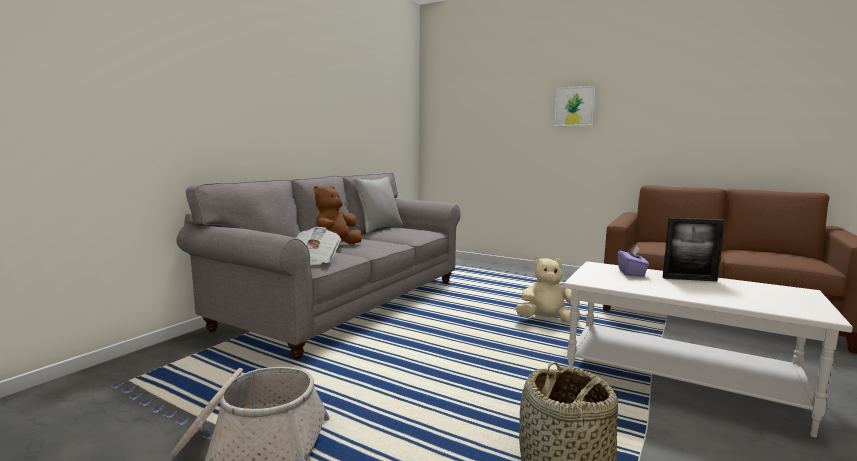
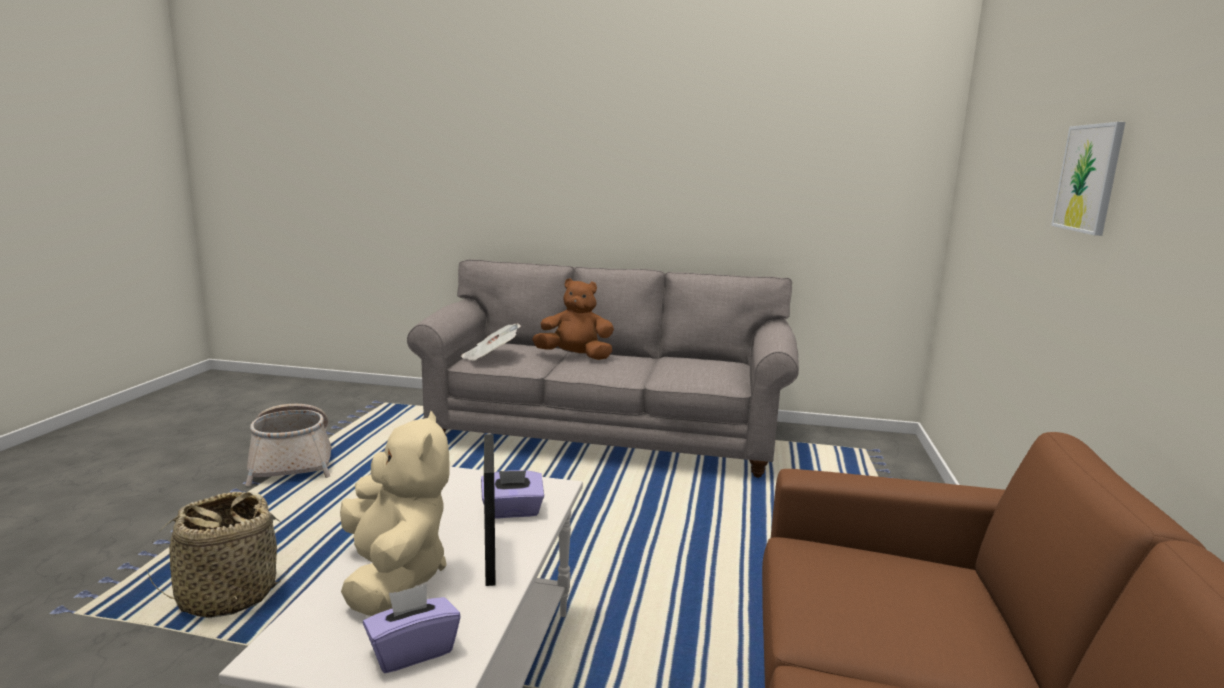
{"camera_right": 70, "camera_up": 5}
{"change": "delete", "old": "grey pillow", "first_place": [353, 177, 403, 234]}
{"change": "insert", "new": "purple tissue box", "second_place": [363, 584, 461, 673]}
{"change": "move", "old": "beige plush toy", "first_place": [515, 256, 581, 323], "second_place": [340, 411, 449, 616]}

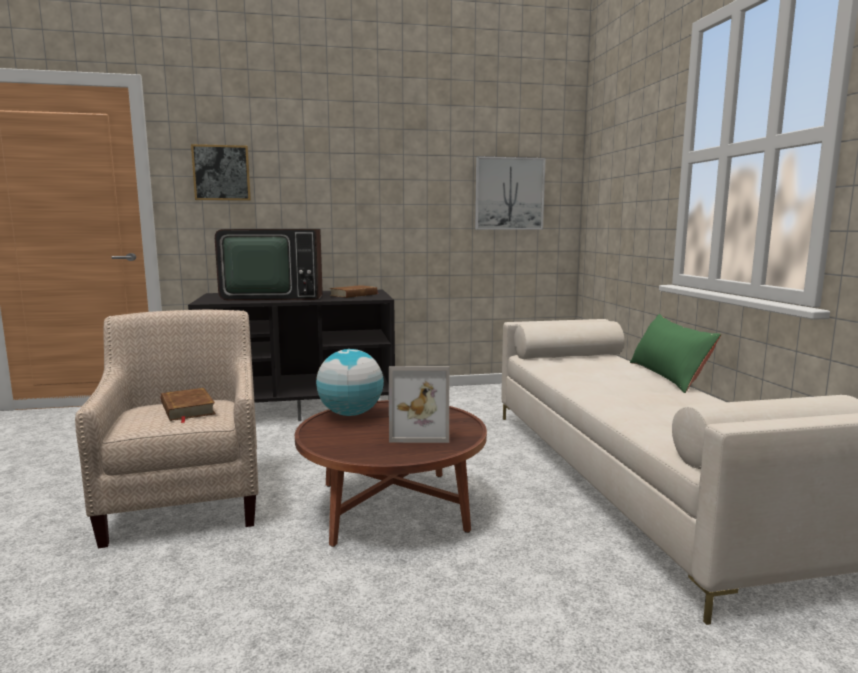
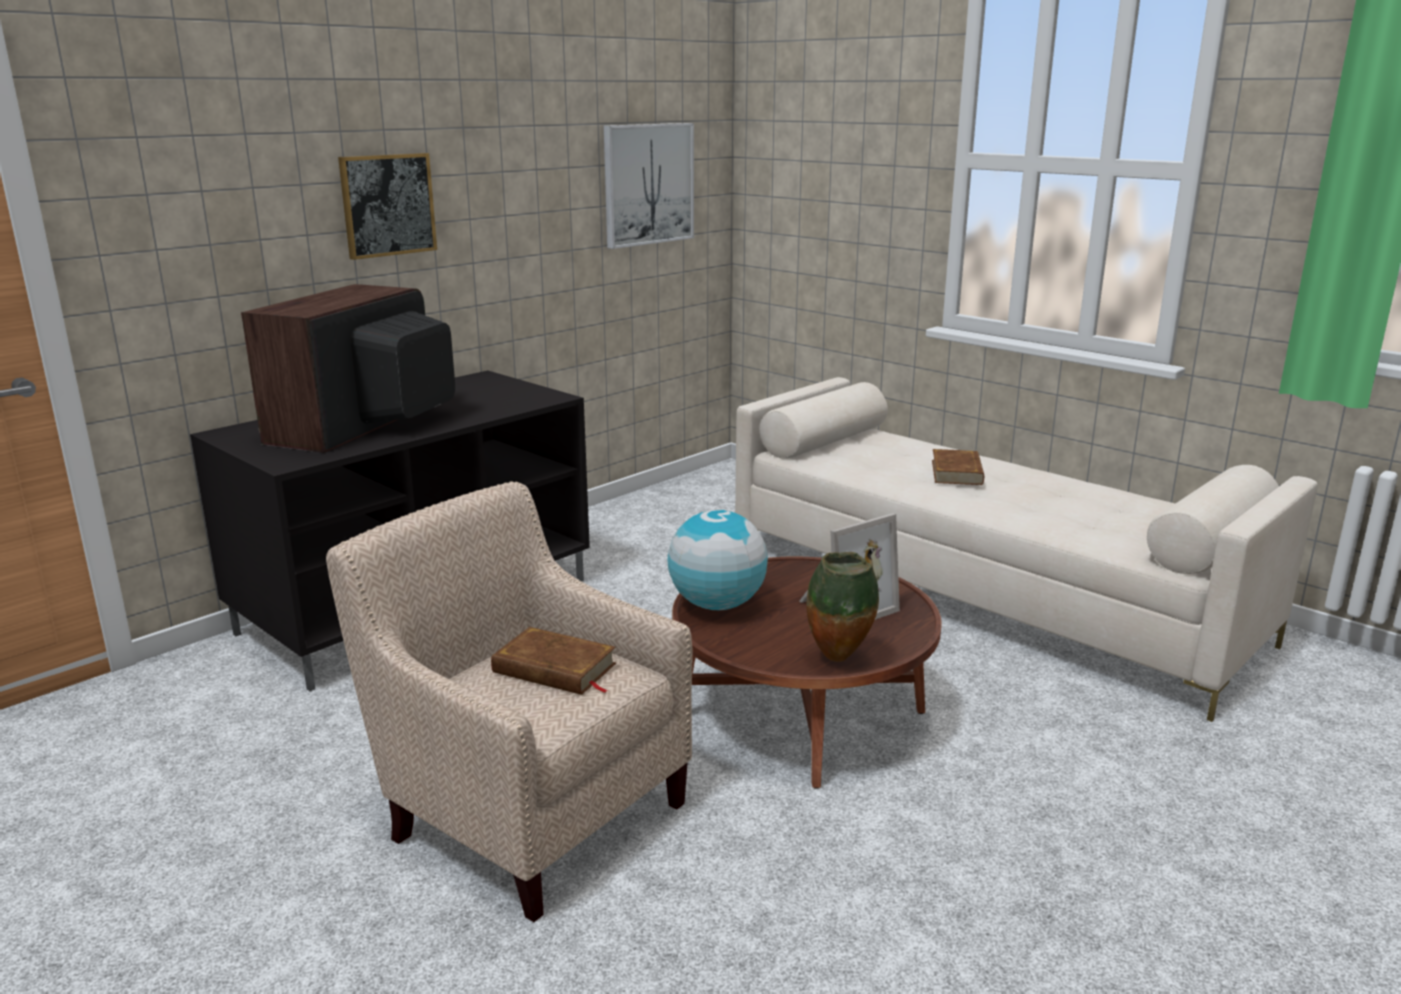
{"camera_right": -35, "camera_up": 10}
{"change": "delete", "old": "green pillow", "first_place": [630, 314, 721, 393]}
{"change": "insert", "new": "vase", "second_place": [807, 552, 879, 662]}
{"change": "move", "old": "picture", "first_place": [191, 144, 251, 201], "second_place": [338, 153, 437, 260]}
{"change": "move", "old": "brown book", "first_place": [329, 285, 379, 298], "second_place": [932, 449, 984, 485]}
{"change": "rotate", "old": "television", "first_place": [215, 229, 323, 300], "second_place": [241, 284, 455, 453], "degrees": 150}

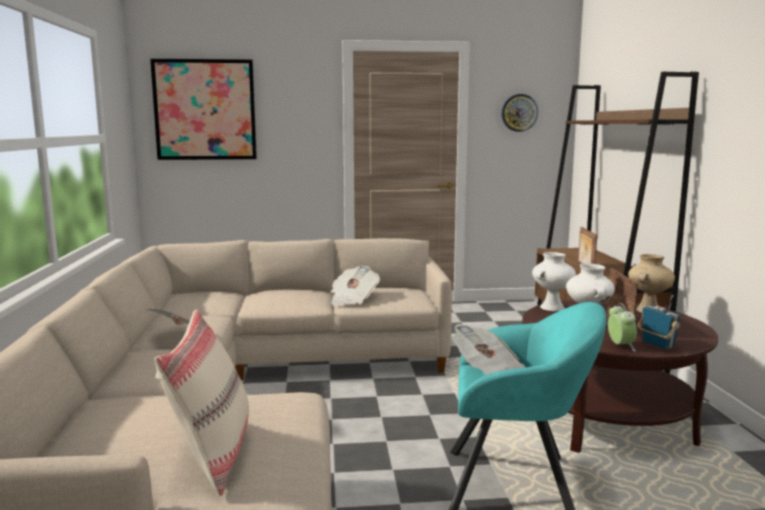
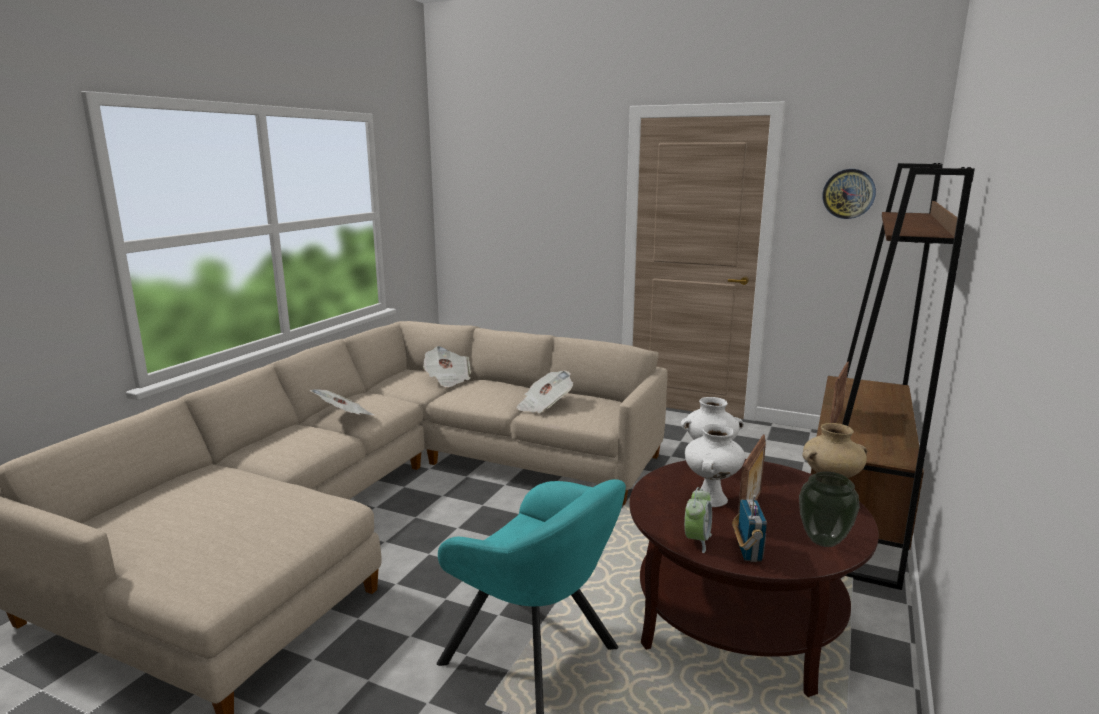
{"camera_right": 30, "camera_up": 5}
{"change": "delete", "old": "picture", "first_place": [150, 59, 257, 160]}
{"change": "delete", "old": "beige pillow", "first_place": [154, 309, 249, 496]}
{"change": "insert", "new": "vase", "second_place": [799, 471, 860, 547]}
{"change": "move", "old": "newspaper", "first_place": [453, 324, 525, 375], "second_place": [423, 346, 471, 387]}

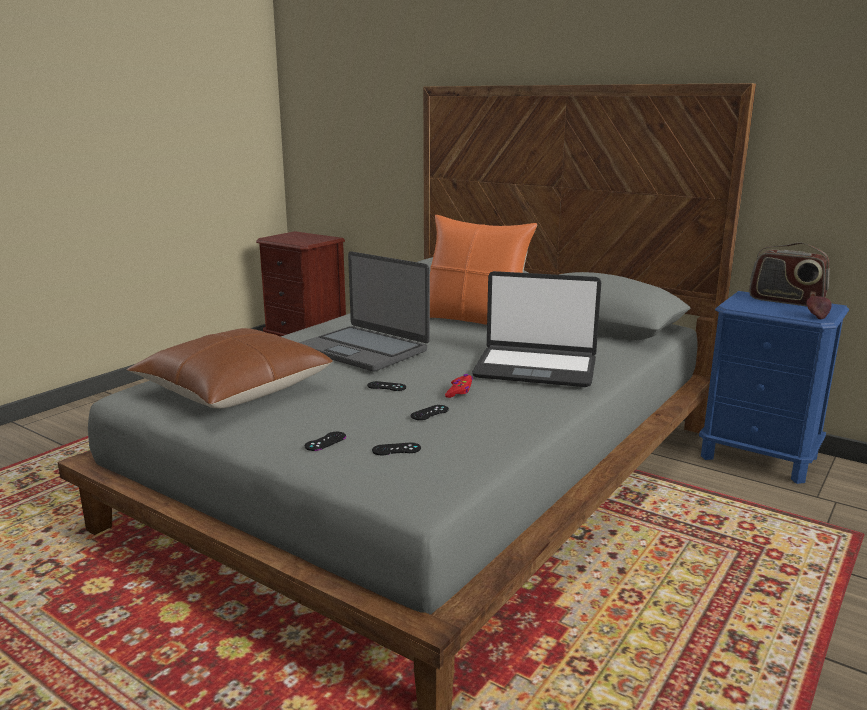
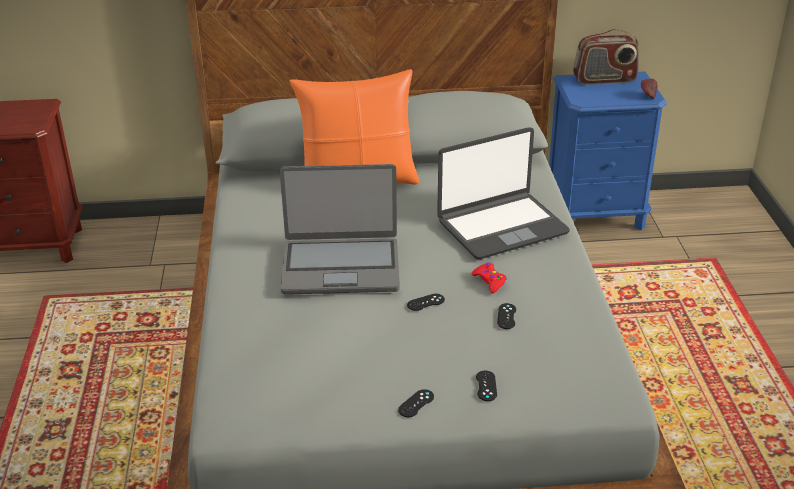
{"camera_right": -40, "camera_up": 15}
{"change": "delete", "old": "brown pillow", "first_place": [126, 328, 333, 408]}
{"change": "move", "old": "black game controller", "first_place": [372, 443, 421, 455], "second_place": [398, 389, 434, 417]}

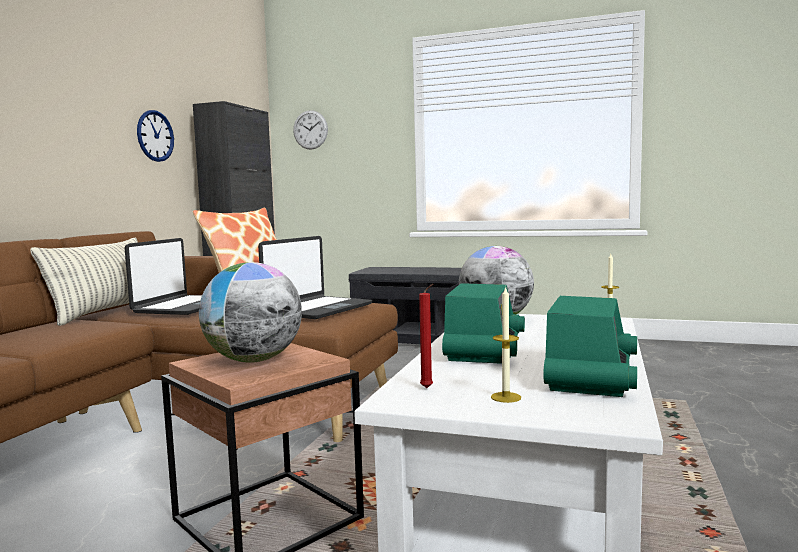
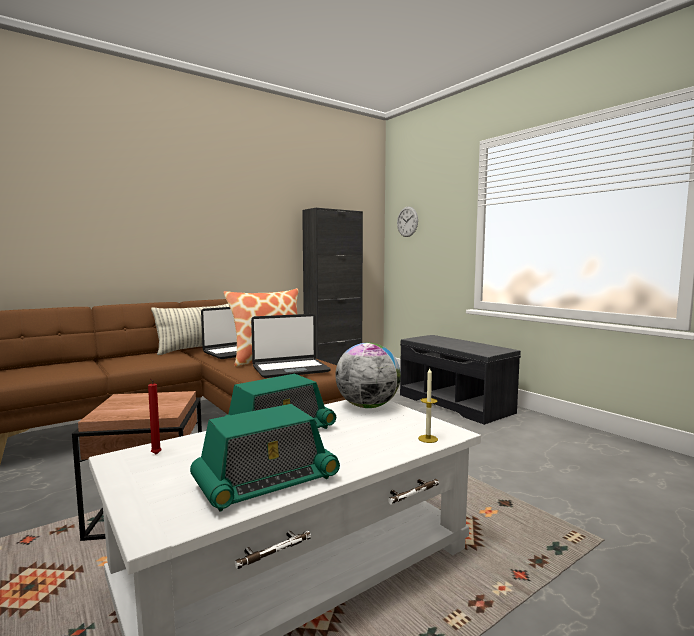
{"camera_right": 35, "camera_up": 0}
{"change": "delete", "old": "wall clock", "first_place": [137, 110, 174, 162]}
{"change": "delete", "old": "globe", "first_place": [199, 262, 302, 363]}
{"change": "delete", "old": "candle", "first_place": [491, 286, 521, 403]}

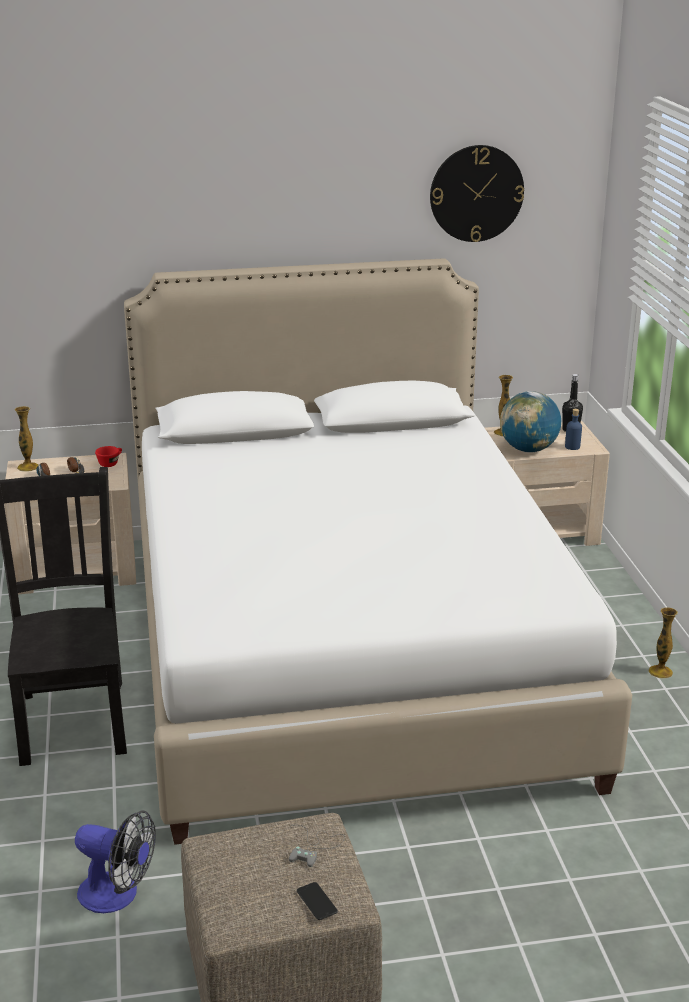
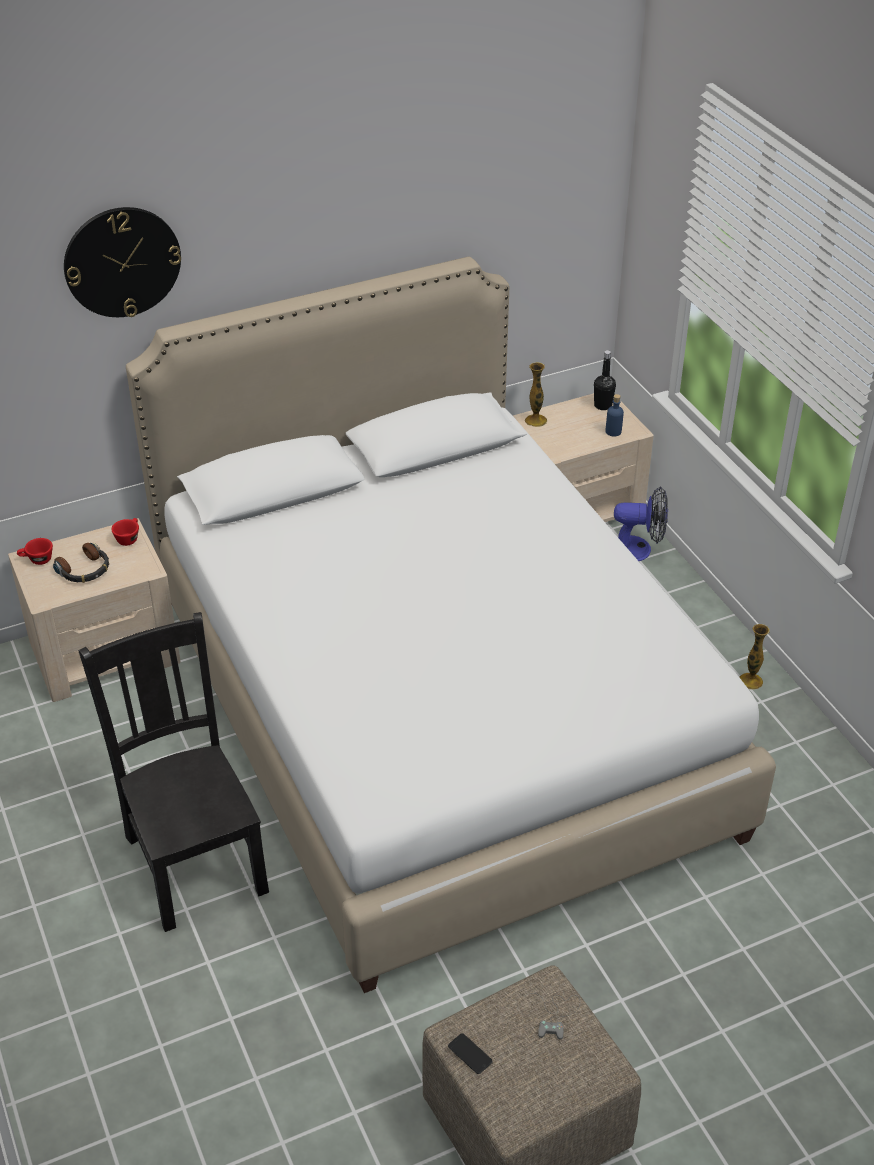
{"camera_right": -15, "camera_up": 15}
{"change": "delete", "old": "globe", "first_place": [500, 391, 561, 453]}
{"change": "move", "old": "fan", "first_place": [75, 810, 156, 913], "second_place": [614, 486, 668, 561]}
{"change": "move", "old": "phone", "first_place": [297, 882, 338, 920], "second_place": [448, 1033, 493, 1074]}
{"change": "move", "old": "wall clock", "first_place": [430, 145, 524, 242], "second_place": [64, 207, 181, 317]}
{"change": "replace", "old": "vase", "new": "red cup", "first_place": [15, 406, 38, 472], "second_place": [17, 538, 53, 565]}

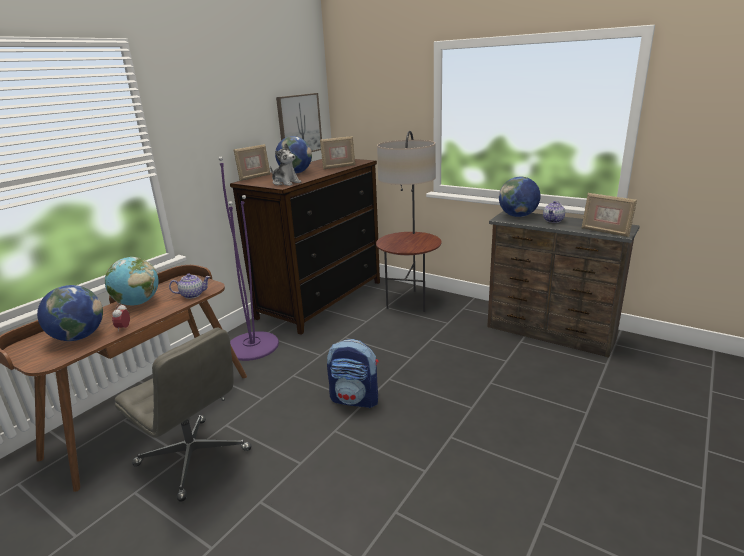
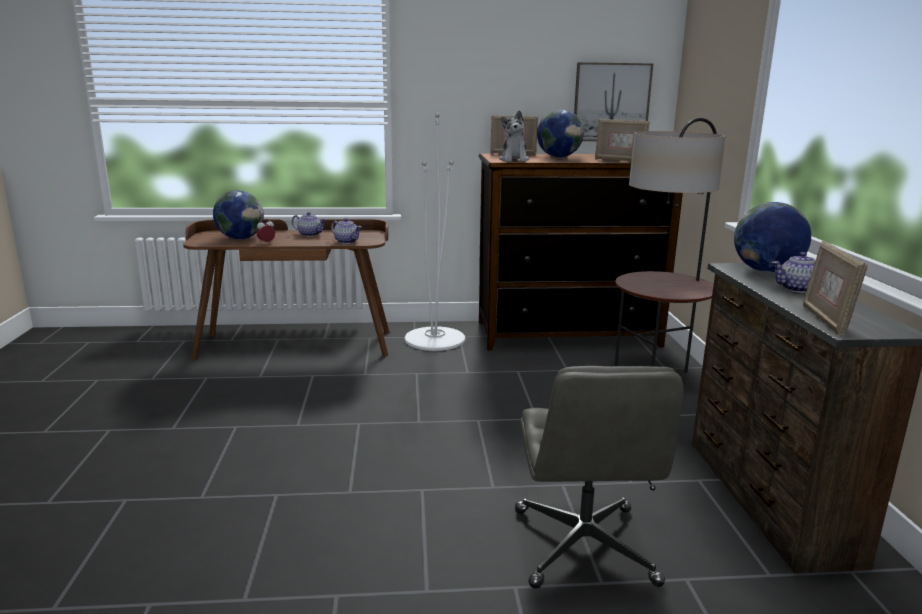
{"camera_right": 50, "camera_up": -5}
{"change": "delete", "old": "backpack", "first_place": [327, 339, 378, 408]}
{"change": "move", "old": "grey office chair", "first_place": [115, 327, 251, 502], "second_place": [515, 366, 684, 589]}
{"change": "replace", "old": "globe", "new": "teapot", "first_place": [105, 257, 159, 305], "second_place": [292, 212, 327, 237]}
{"change": "recolor", "old": "purple floor lamp", "new": "white floor lamp", "first_place": [219, 156, 279, 361], "second_place": [405, 113, 466, 351]}

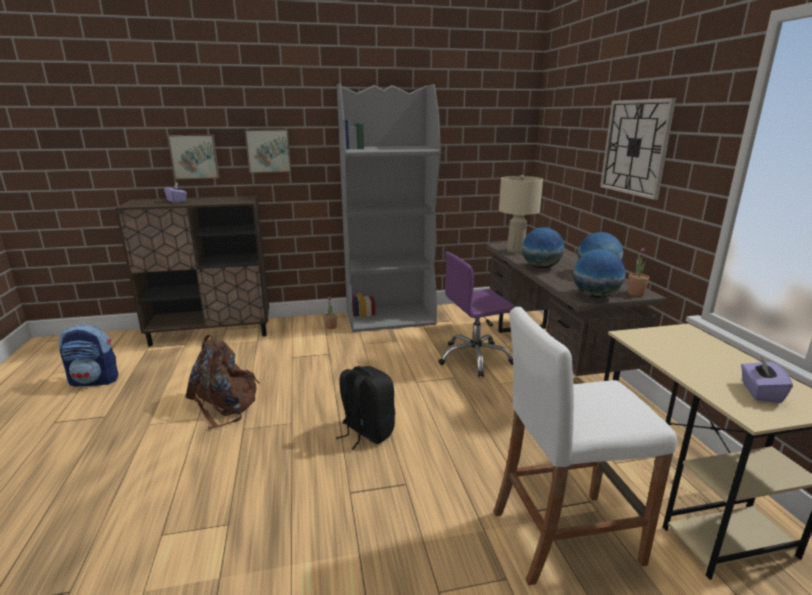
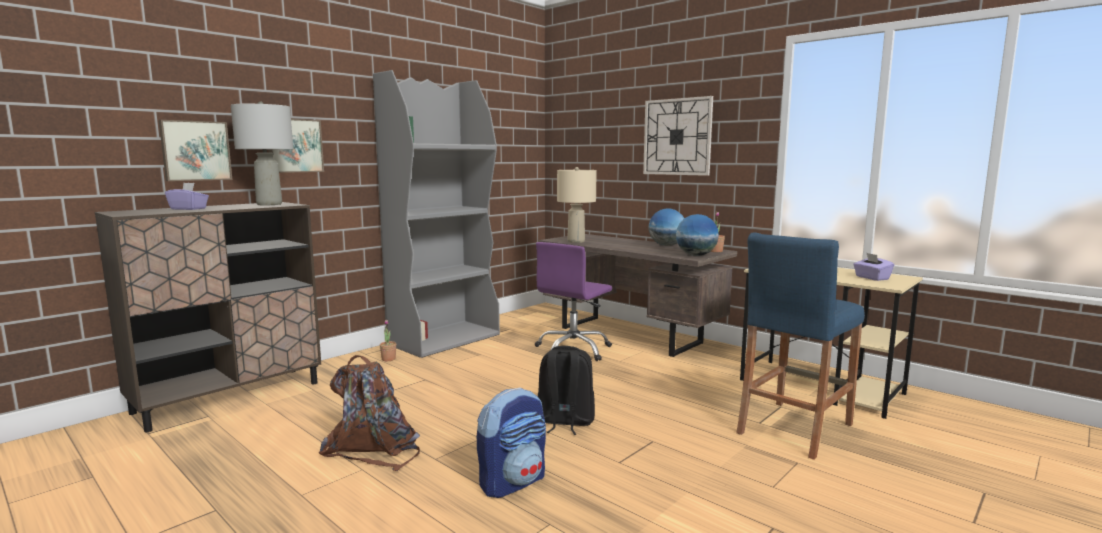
{"camera_right": -35, "camera_up": -10}
{"change": "delete", "old": "globe", "first_place": [522, 227, 564, 269]}
{"change": "insert", "new": "grey table lamp", "second_place": [231, 102, 293, 205]}
{"change": "move", "old": "backpack", "first_place": [59, 324, 118, 386], "second_place": [477, 388, 546, 498]}
{"change": "recolor", "old": "white stool", "new": "blue stool", "first_place": [493, 307, 677, 585], "second_place": [736, 232, 865, 460]}

